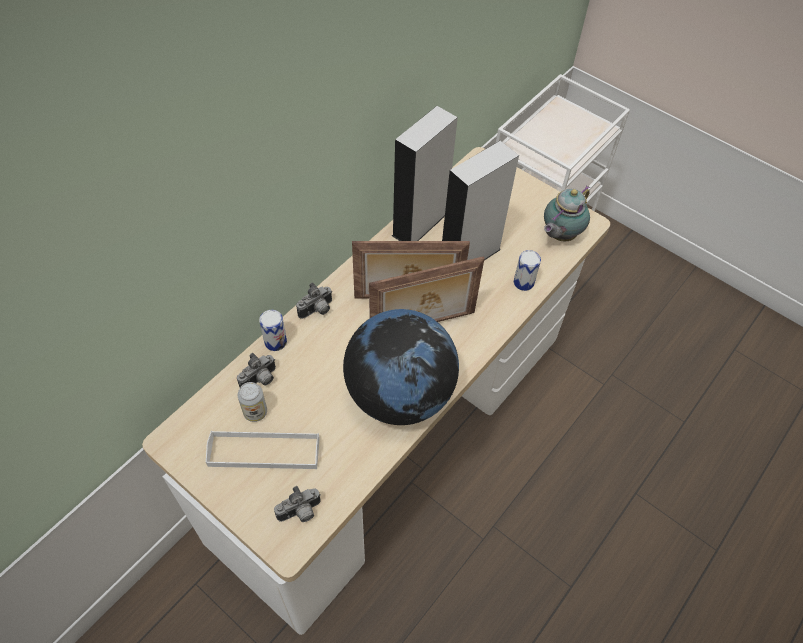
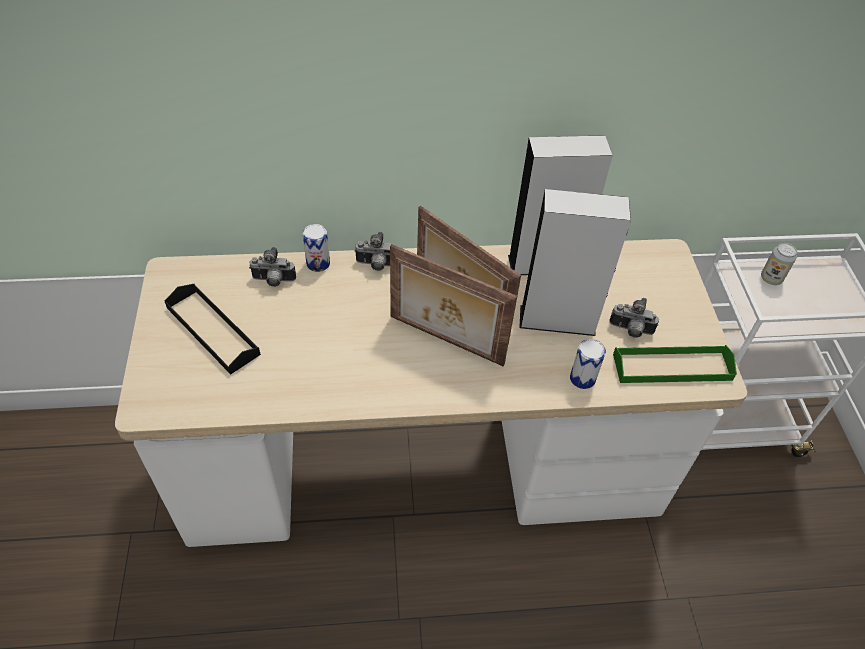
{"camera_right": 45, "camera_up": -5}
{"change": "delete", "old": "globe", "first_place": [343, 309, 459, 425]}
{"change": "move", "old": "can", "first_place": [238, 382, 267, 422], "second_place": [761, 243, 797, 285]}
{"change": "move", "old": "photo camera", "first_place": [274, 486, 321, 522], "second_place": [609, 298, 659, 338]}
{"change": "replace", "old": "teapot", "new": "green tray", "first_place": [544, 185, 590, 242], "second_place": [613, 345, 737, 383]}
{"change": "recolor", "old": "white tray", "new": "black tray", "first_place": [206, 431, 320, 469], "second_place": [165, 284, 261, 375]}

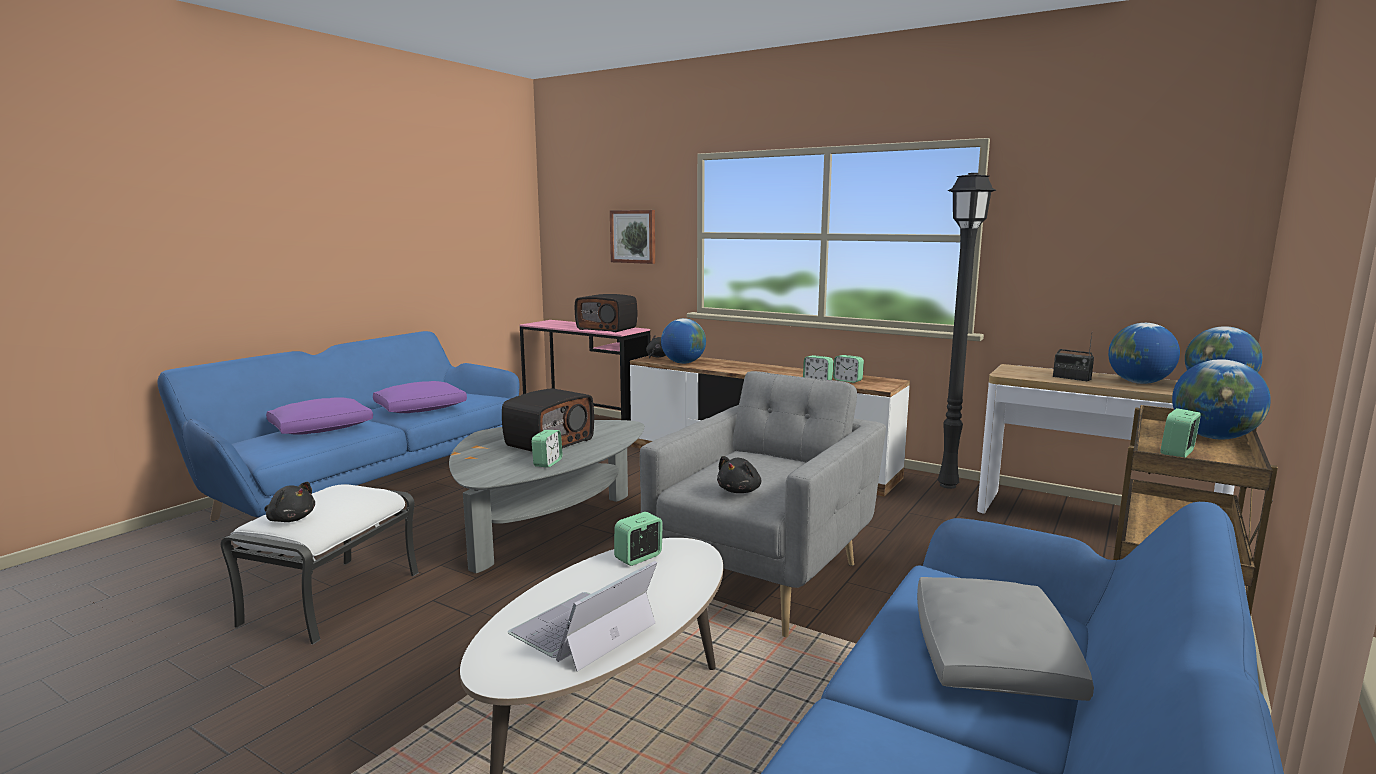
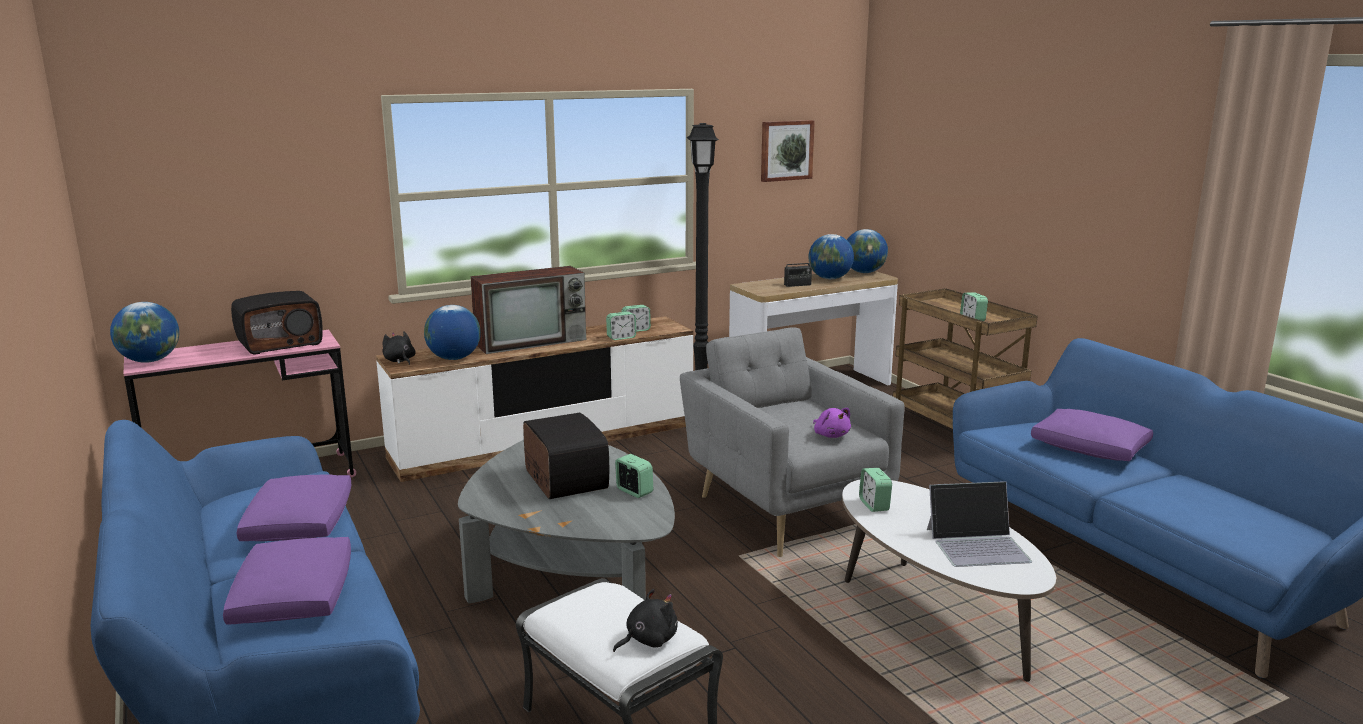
{"camera_right": -60, "camera_up": 5}
{"change": "insert", "new": "television", "second_place": [470, 266, 586, 354]}
{"change": "move", "old": "picture", "first_place": [610, 210, 655, 264], "second_place": [761, 120, 815, 182]}
{"change": "move", "old": "globe", "first_place": [1172, 359, 1271, 440], "second_place": [110, 302, 179, 363]}
{"change": "recolor", "old": "black plush toy", "new": "purple plush toy", "first_place": [717, 456, 761, 493], "second_place": [813, 408, 851, 438]}
{"change": "recolor", "old": "grey pillow", "new": "purple pillow", "first_place": [917, 577, 1094, 701], "second_place": [1031, 409, 1153, 461]}
{"change": "rotate", "old": "laptop", "first_place": [508, 561, 657, 672], "second_place": [927, 481, 1032, 567], "degrees": -75}

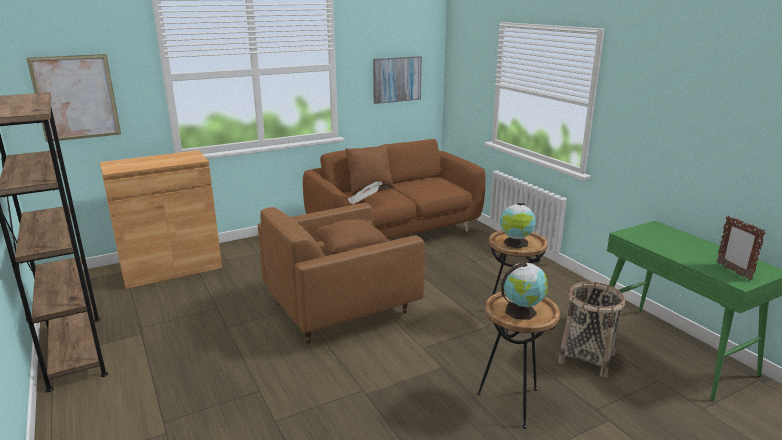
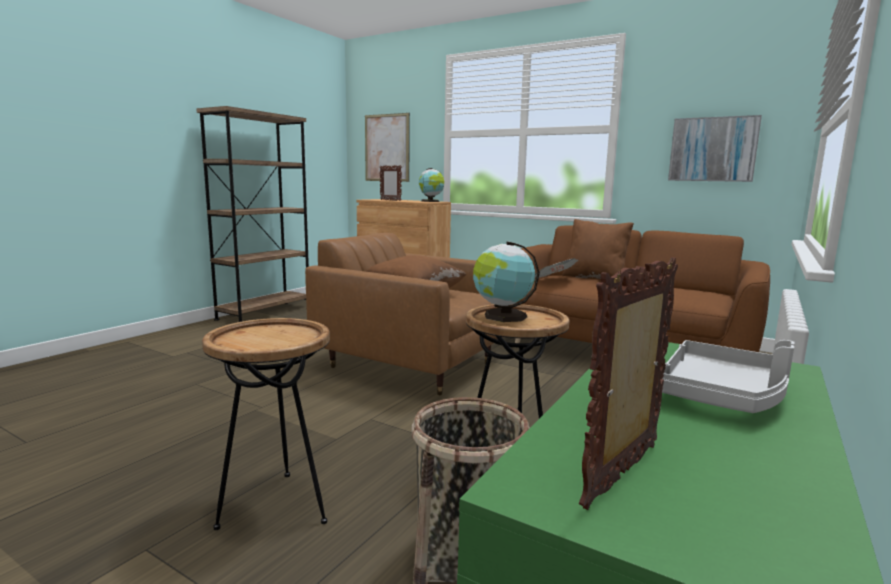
{"camera_right": 60, "camera_up": -10}
{"change": "insert", "new": "picture frame", "second_place": [379, 165, 402, 201]}
{"change": "insert", "new": "grey tray", "second_place": [662, 340, 795, 413]}
{"change": "move", "old": "globe", "first_place": [501, 262, 548, 320], "second_place": [419, 168, 444, 202]}

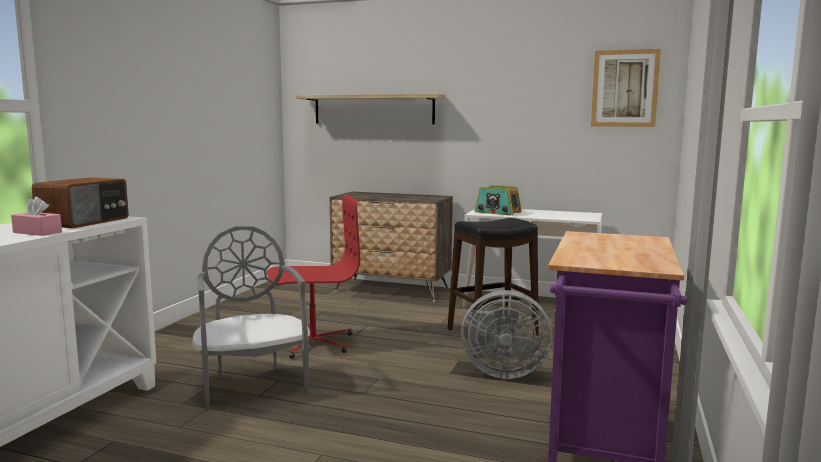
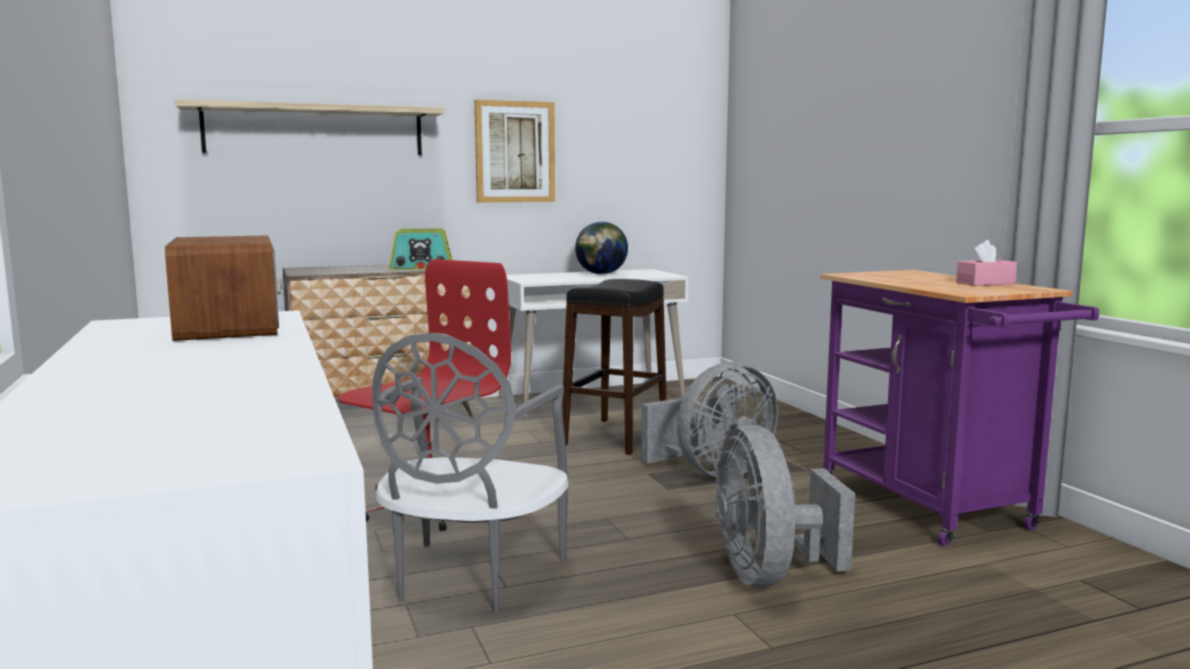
{"camera_right": -40, "camera_up": 0}
{"change": "insert", "new": "globe", "second_place": [575, 222, 628, 274]}
{"change": "insert", "new": "grey fan", "second_place": [715, 425, 855, 587]}
{"change": "move", "old": "pink tissue box", "first_place": [11, 197, 62, 236], "second_place": [956, 240, 1017, 286]}
{"change": "move", "old": "radio", "first_place": [474, 185, 522, 216], "second_place": [389, 229, 452, 270]}
{"change": "move", "old": "picture", "first_place": [591, 49, 661, 127], "second_place": [475, 100, 555, 202]}
{"change": "rotate", "old": "grey chair", "first_place": [192, 225, 310, 411], "second_place": [372, 333, 568, 613], "degrees": -105}

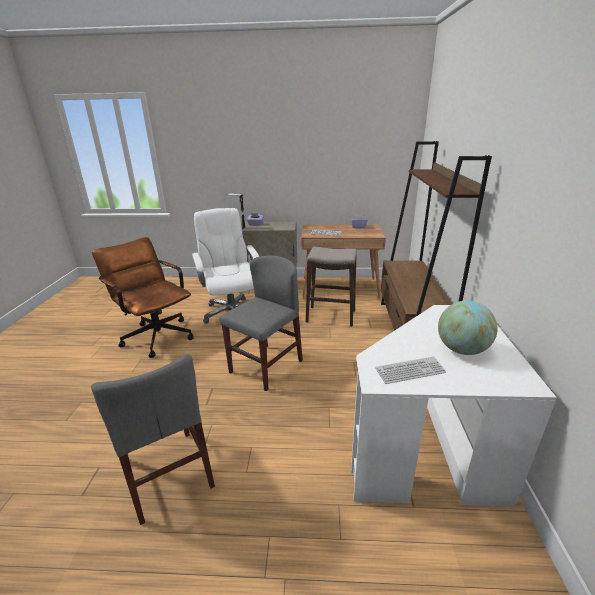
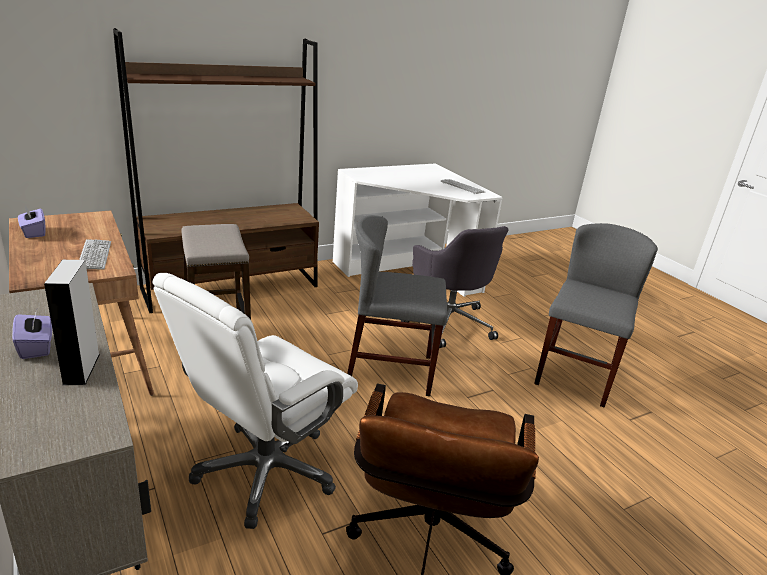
{"camera_right": -125, "camera_up": 0}
{"change": "delete", "old": "globe", "first_place": [438, 301, 498, 355]}
{"change": "insert", "new": "grey office chair", "second_place": [401, 226, 509, 348]}

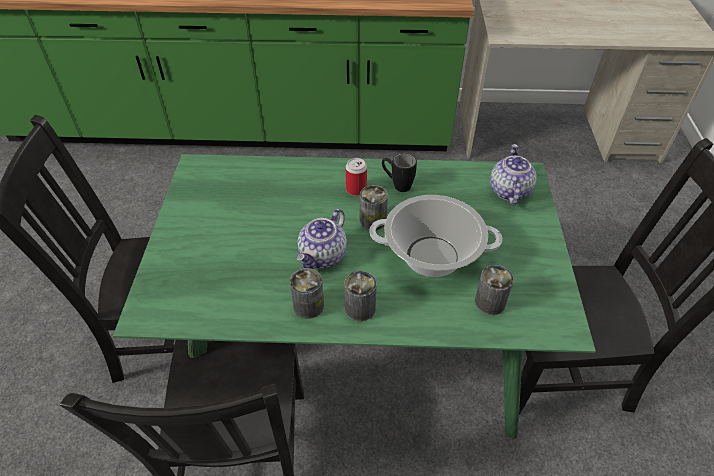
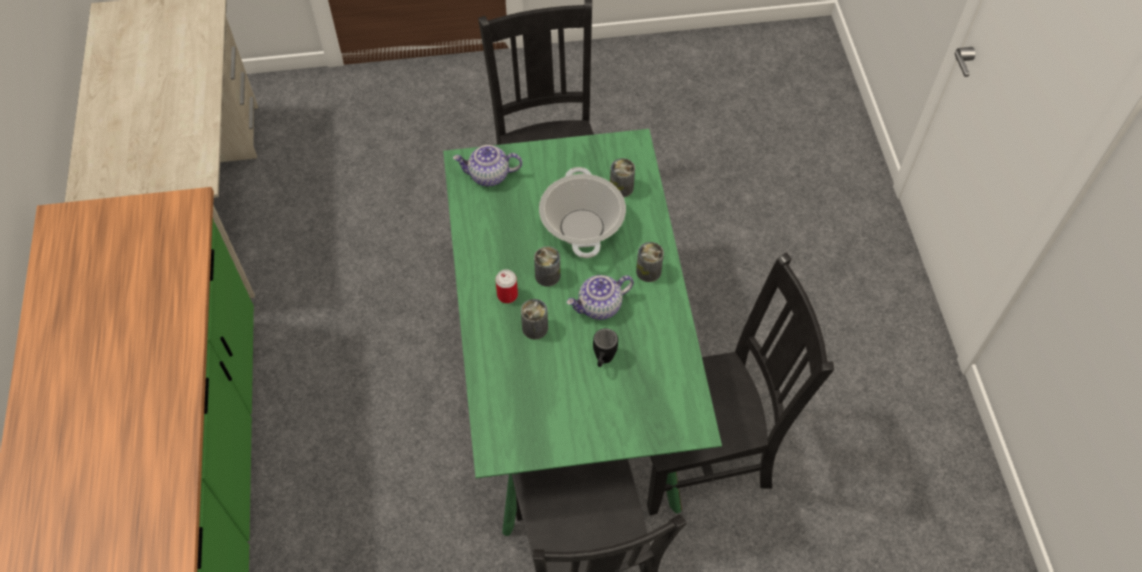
{"camera_right": -100, "camera_up": 10}
{"change": "move", "old": "can", "first_place": [290, 268, 324, 319], "second_place": [521, 299, 548, 340]}
{"change": "move", "old": "black mug", "first_place": [382, 153, 417, 192], "second_place": [593, 328, 618, 367]}
{"change": "rotate", "old": "teapot", "first_place": [297, 209, 347, 269], "second_place": [567, 275, 634, 320], "degrees": 135}

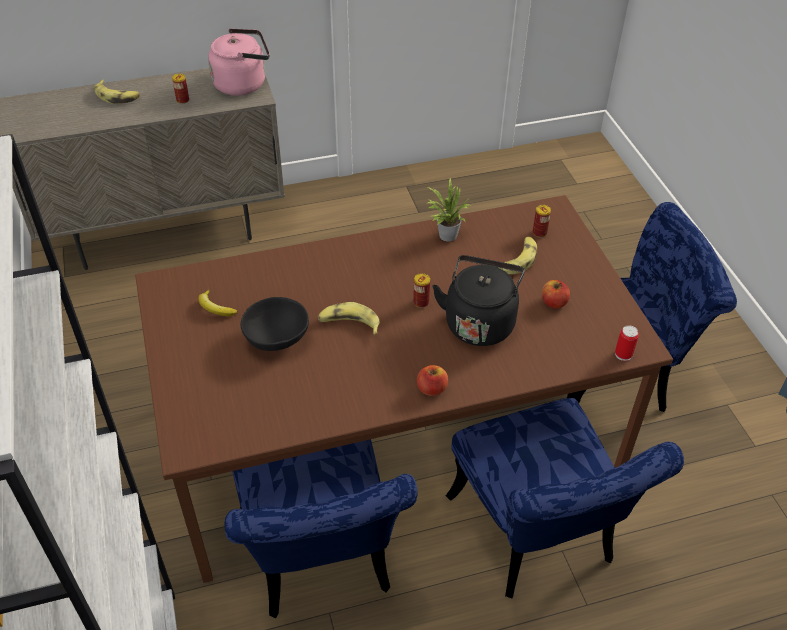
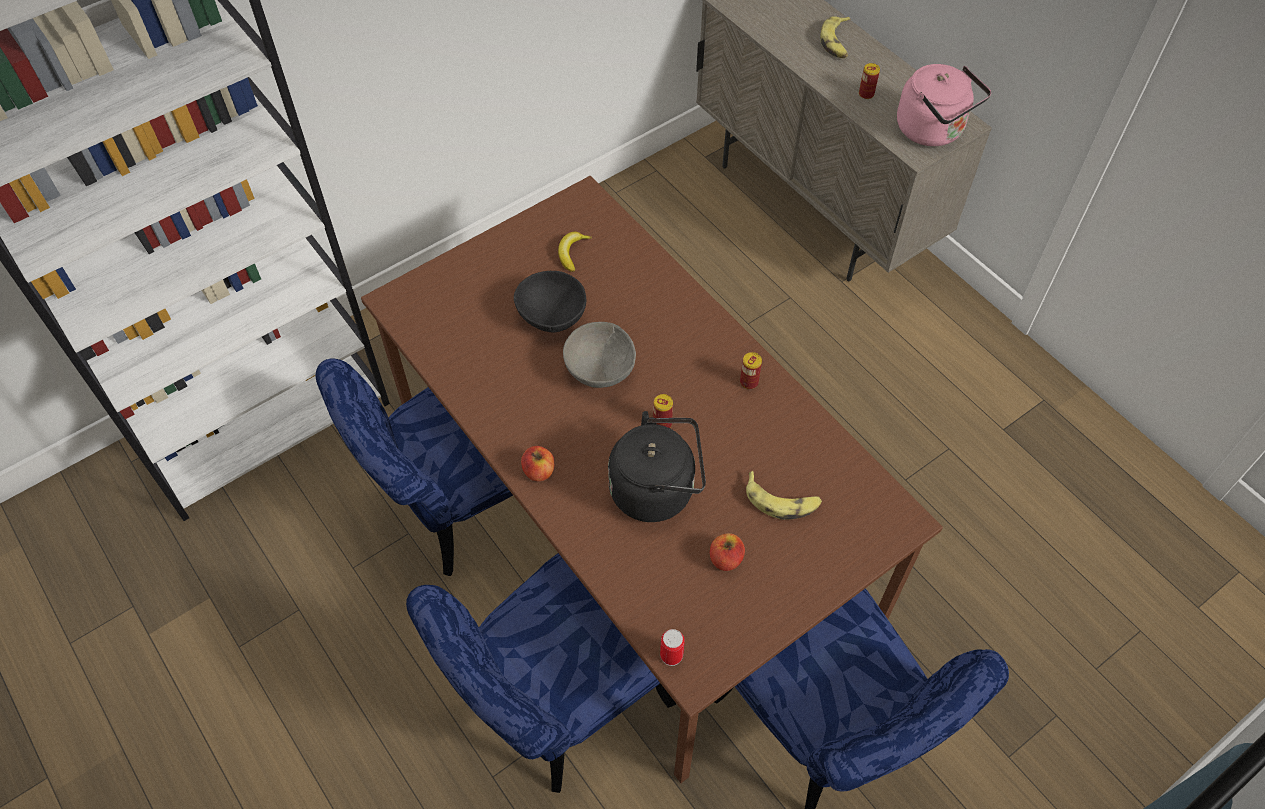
{"camera_right": 70, "camera_up": 10}
{"change": "delete", "old": "potted plant", "first_place": [425, 178, 471, 242]}
{"change": "move", "old": "can", "first_place": [533, 205, 551, 237], "second_place": [740, 352, 762, 389]}
{"change": "replace", "old": "banana", "new": "grey bowl", "first_place": [318, 302, 380, 335], "second_place": [563, 322, 636, 388]}

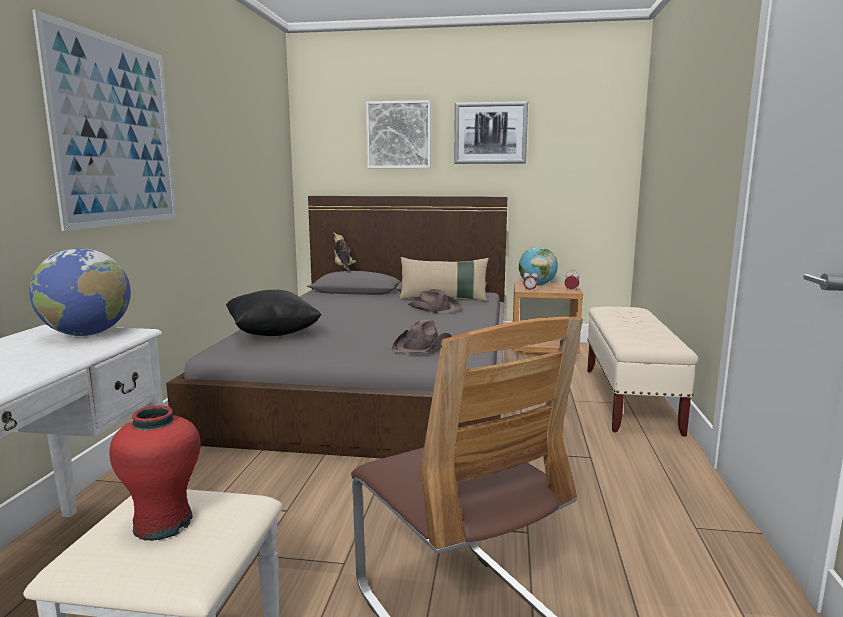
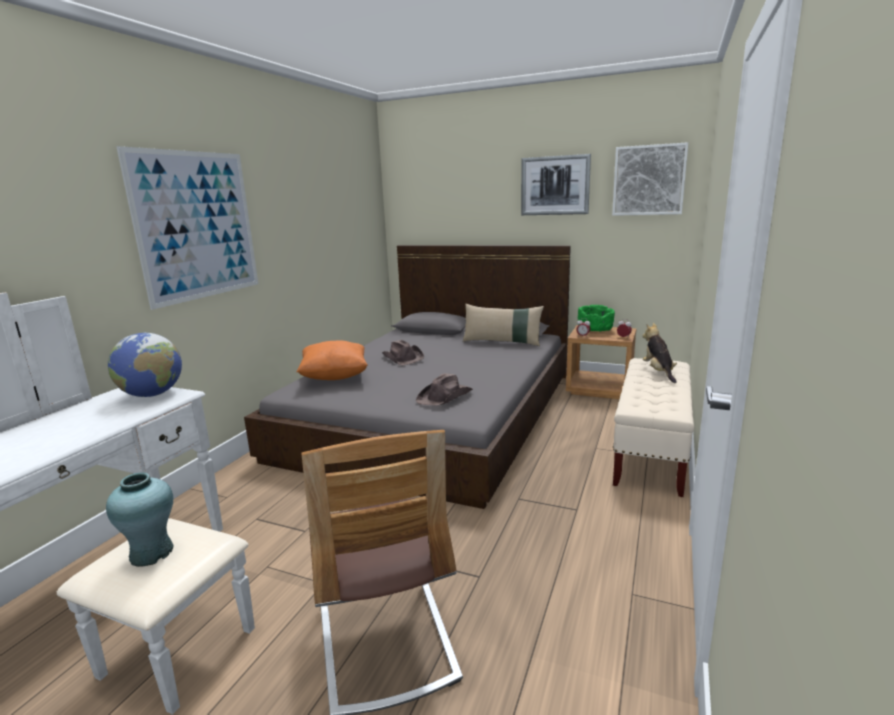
{"camera_right": 15, "camera_up": 5}
{"change": "move", "old": "plush toy", "first_place": [333, 231, 356, 273], "second_place": [642, 323, 677, 383]}
{"change": "move", "old": "picture", "first_place": [366, 100, 431, 168], "second_place": [612, 142, 688, 216]}
{"change": "move", "old": "brown hat", "first_place": [408, 289, 461, 314], "second_place": [382, 340, 424, 365]}
{"change": "replace", "old": "globe", "new": "green bowl", "first_place": [519, 247, 558, 286], "second_place": [578, 305, 615, 332]}
{"change": "recolor", "old": "red vase", "new": "turquoise vase", "first_place": [109, 405, 200, 541], "second_place": [106, 473, 174, 567]}
{"change": "recolor", "old": "black pillow", "new": "orange pillow", "first_place": [226, 290, 322, 336], "second_place": [296, 340, 367, 380]}

